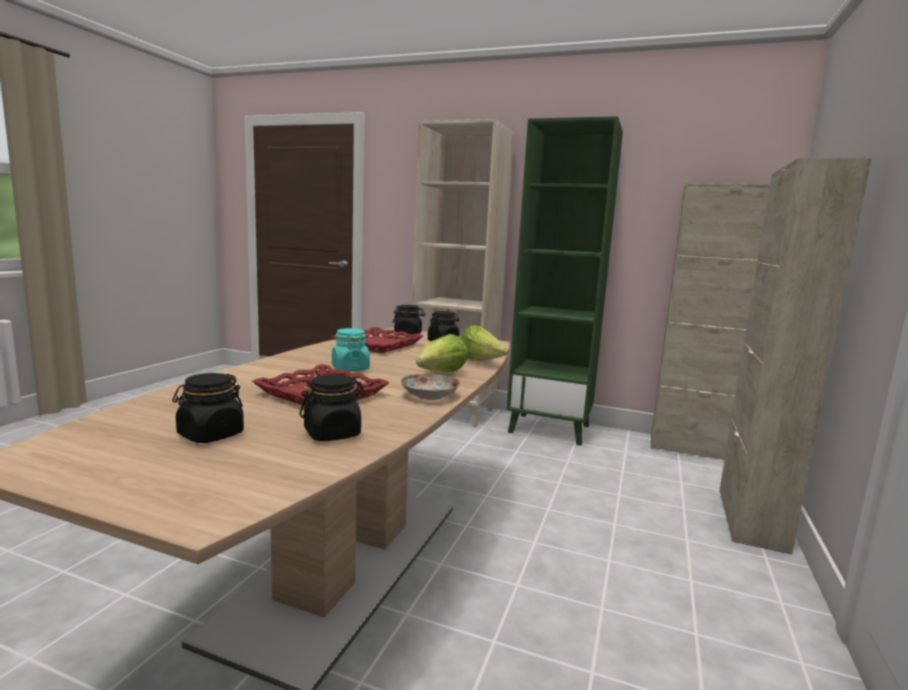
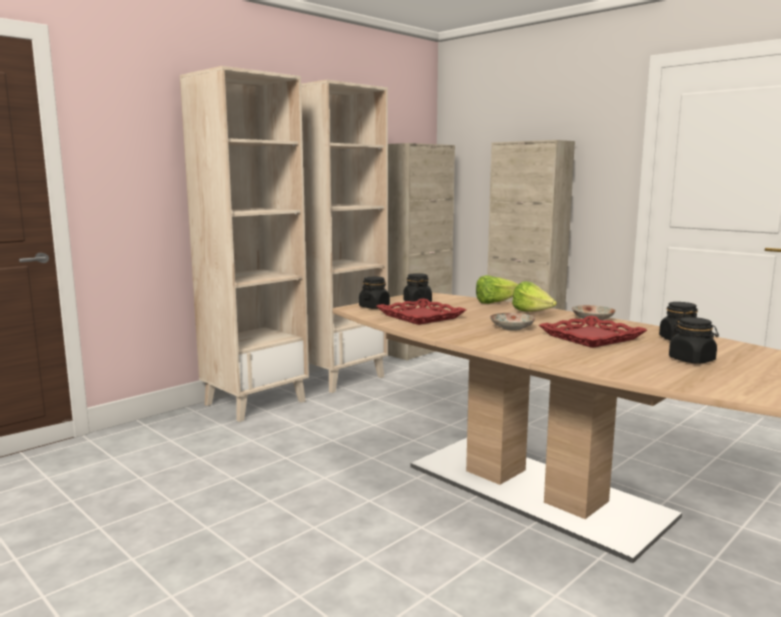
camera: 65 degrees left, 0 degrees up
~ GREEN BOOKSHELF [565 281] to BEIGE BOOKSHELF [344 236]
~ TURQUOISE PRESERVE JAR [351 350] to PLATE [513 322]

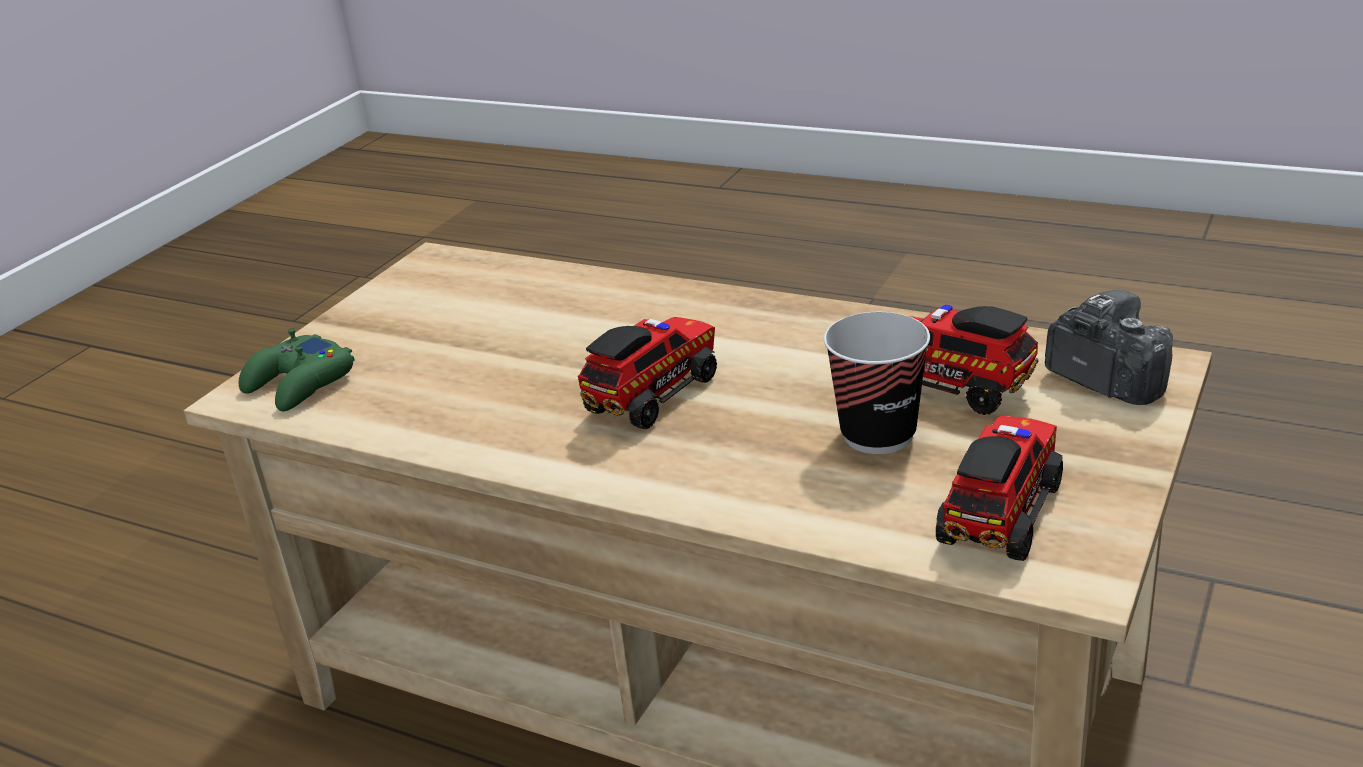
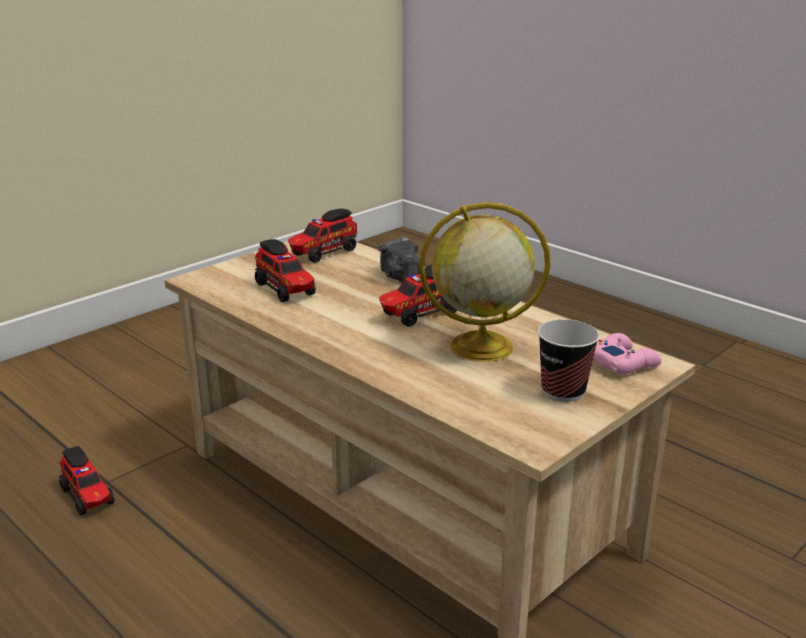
camera: 165 degrees left, 5 degrees down
+ TOY TRUCK [87 481]
~ PHOTO CAMERA [1109 347] to [399 260]
+ WORLD GLOBE [485 282]
~ CUP [877 383] to [569 360]
~ GREEN JOYPAD [296 370] to PINKISH JOYPAD [627 353]

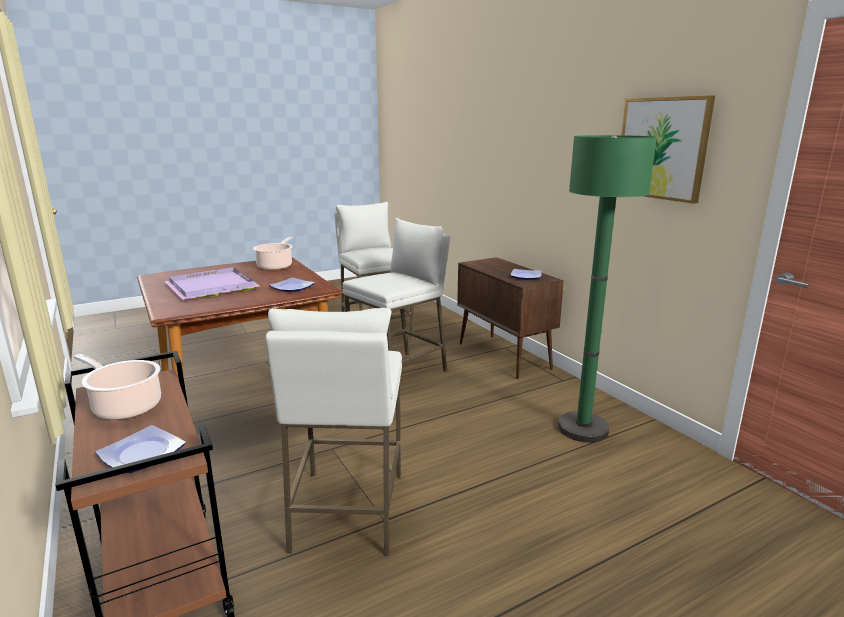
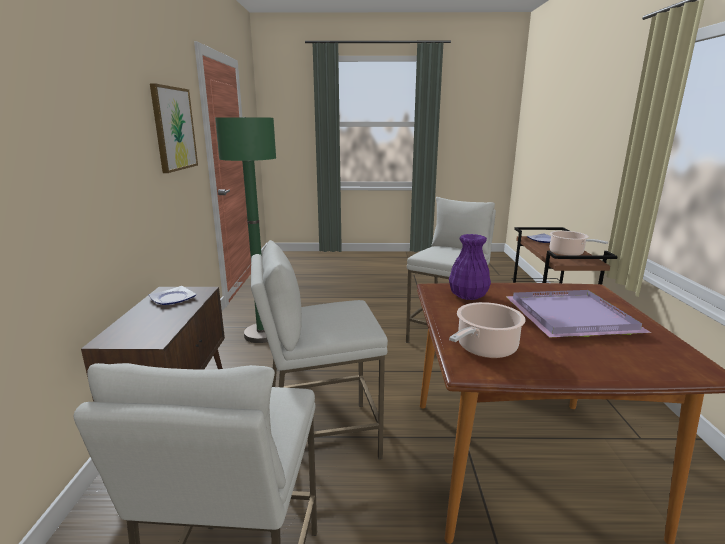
camera: 150 degrees left, 0 degrees up
~ PLATE [292 284] to PURPLE DECORATIVE VASE [470 267]

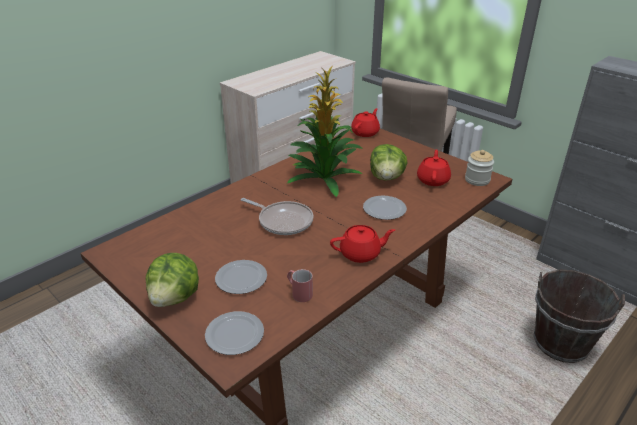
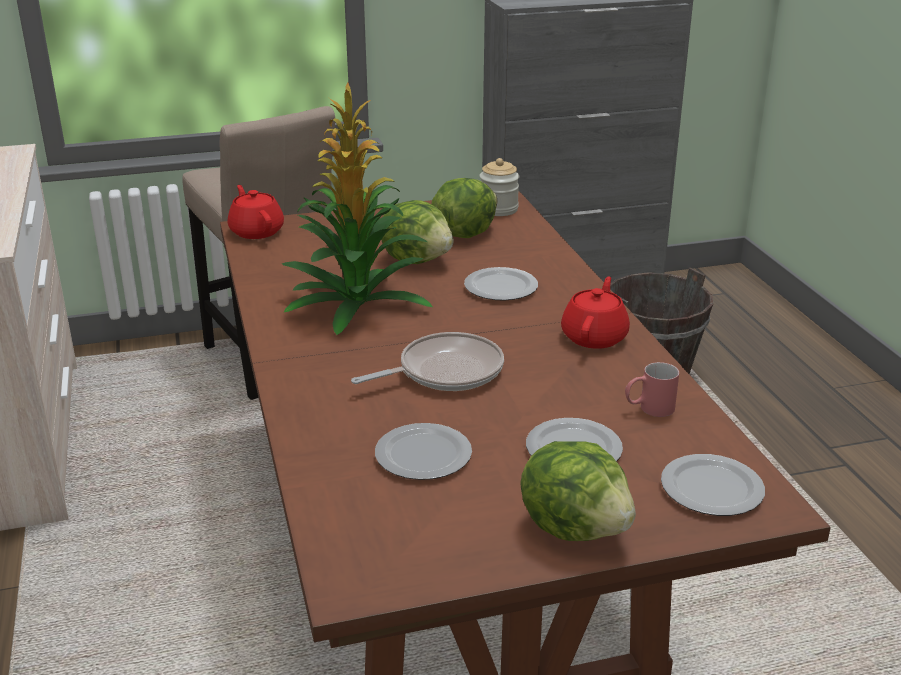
camera: 60 degrees left, 5 degrees down
+ PLATE [423 451]
~ RED TEA POT [434 167] to LETTUCE [464 208]

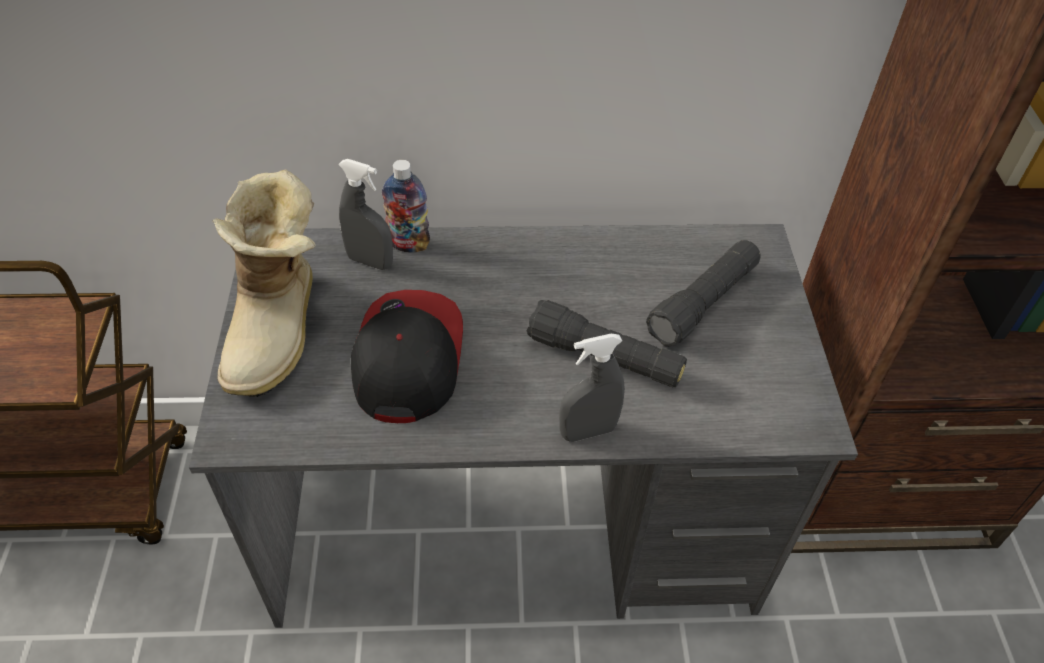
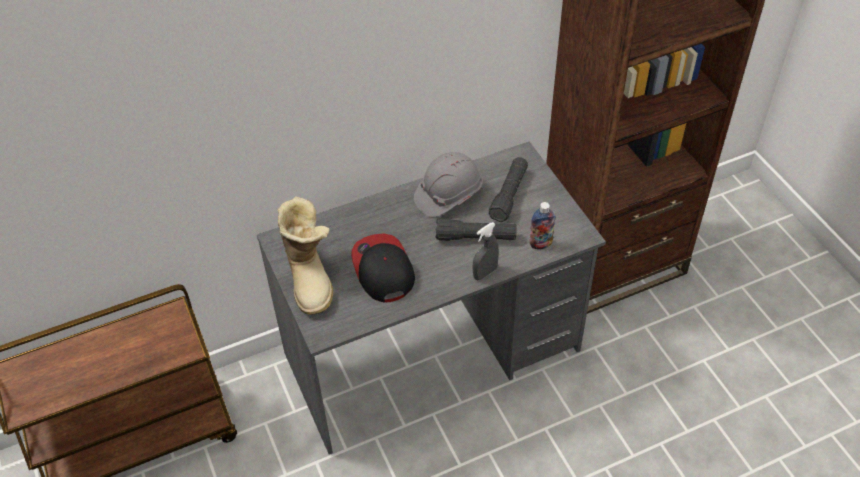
camera: 20 degrees left, 0 degrees up
+ GREY HARD HAT [448 184]
~ BEVERAGE BOTTLE [406 206] to [542 225]
- GREY SPRAYER [365 214]

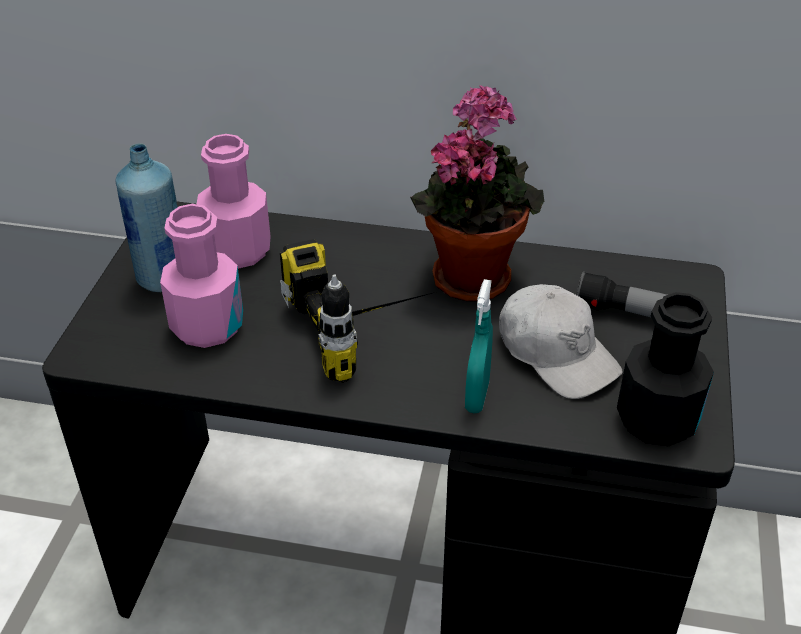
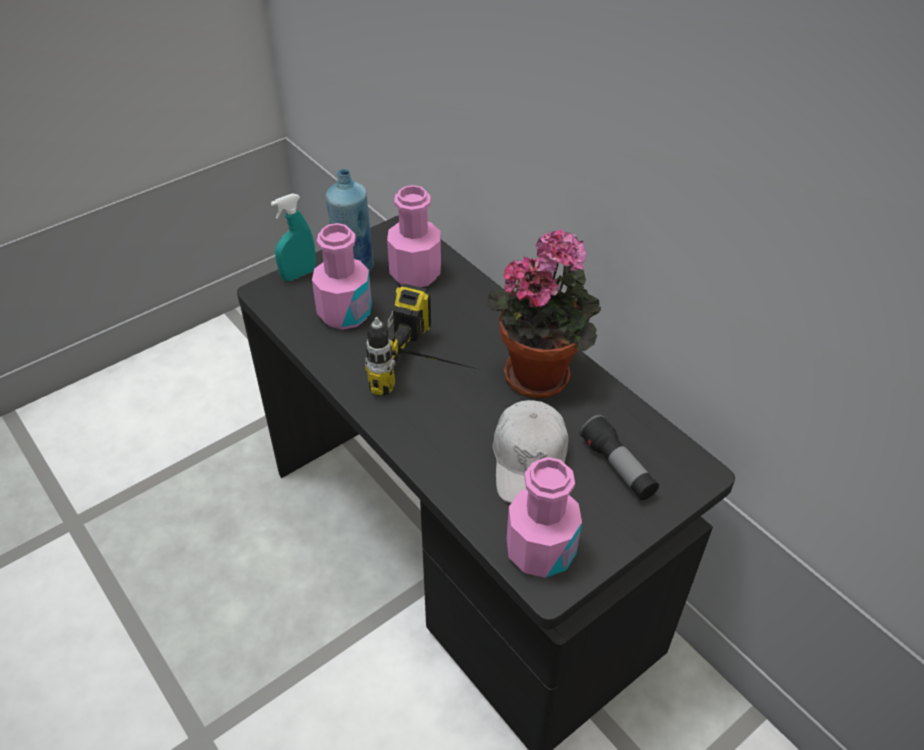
camera: 40 degrees right, 5 degrees up
~ TURQUOISE SPRAYER [479 346] to [293 237]
~ BLACK BEVERAGE BOTTLE [665 369] to PINKISH BEVERAGE BOTTLE [544 517]

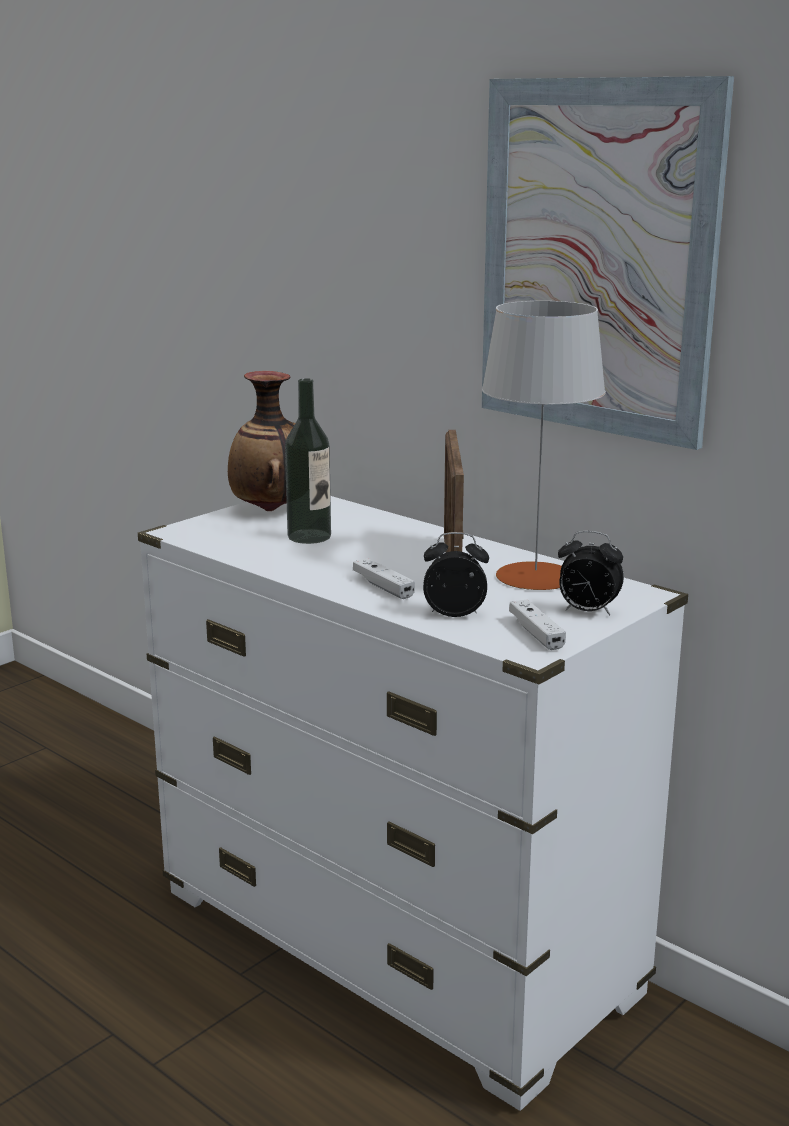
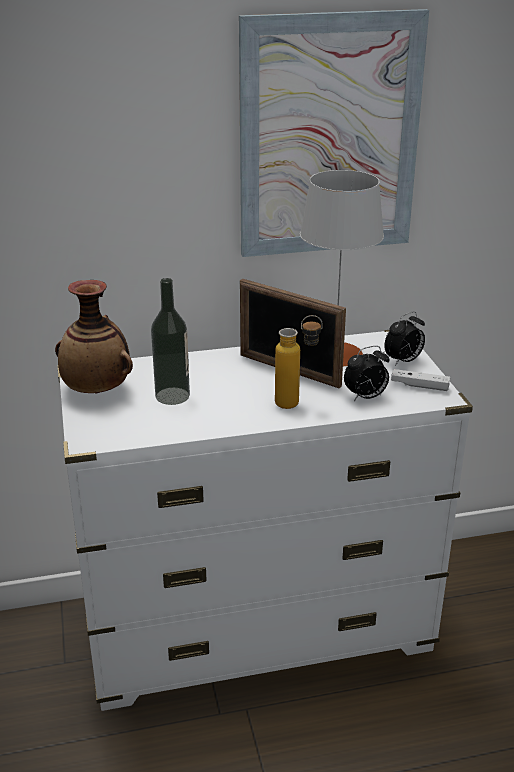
camera: 55 degrees left, 10 degrees up
~ WHITE-COLOURED JOYPAD [384 578] to BEVERAGE BOTTLE [299 362]
~ ALARM CLOCK [456 574] = [367 373] 150 degrees counterclockwise

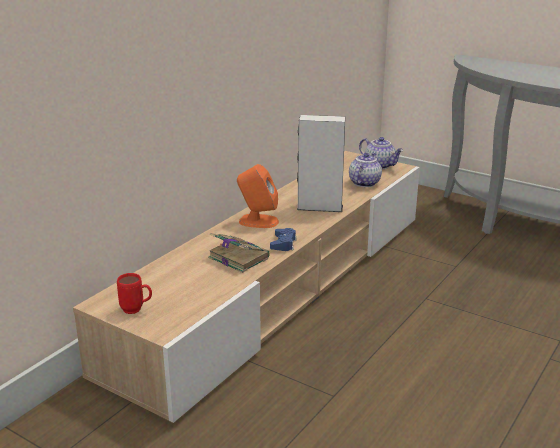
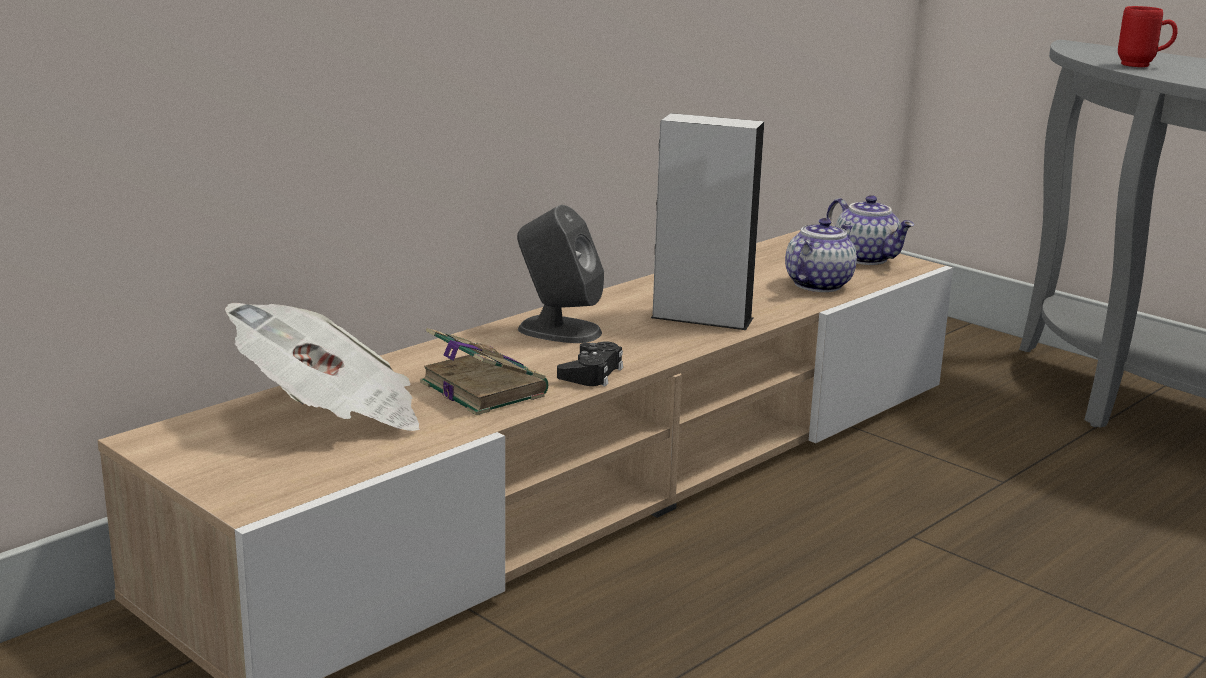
camera: 10 degrees right, 5 degrees down
+ DAILY PAPER [322 367]
~ ORANGE-COLOURED LOUDSPEAKER [258 196] to GREY LOUDSPEAKER [560 274]
~ BLUE JOYPAD [283 239] to BLACK JOYPAD [590 364]
~ RED MUG [134 293] to [1148 36]

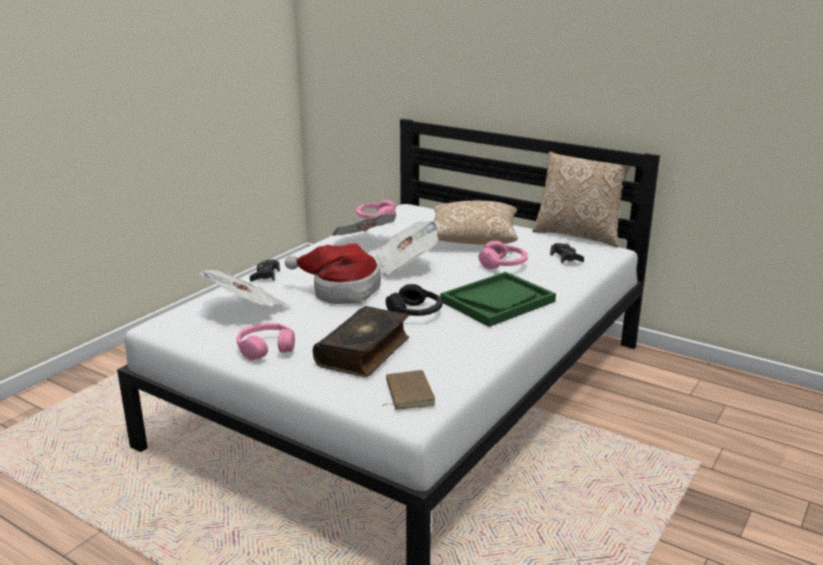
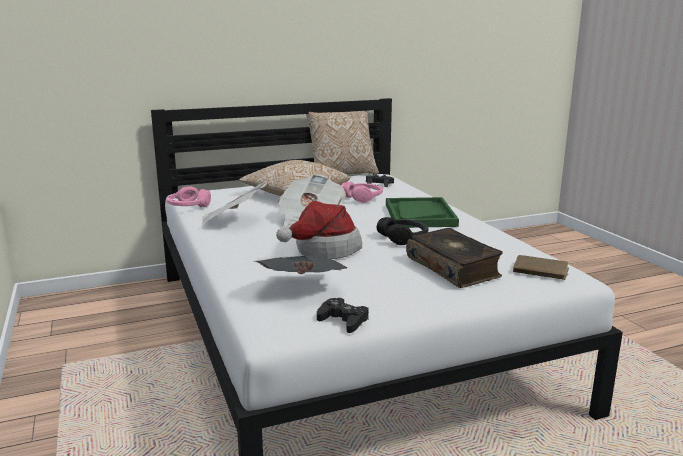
camera: 55 degrees left, 5 degrees down
~ BLACK JOYPAD [265 270] to [343 315]
- PINKISH PAIR OF HEADPHONES [266 342]

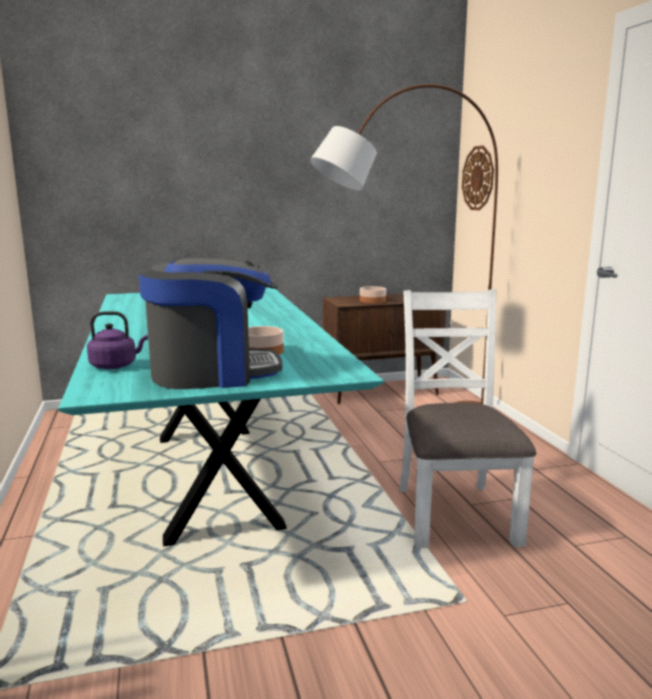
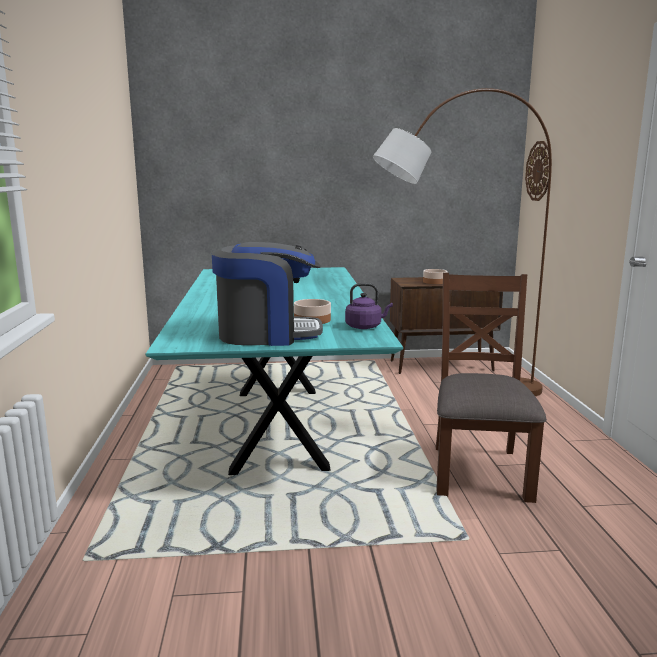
camera: 10 degrees right, 0 degrees up
~ PURPLE KETTLE [117 340] to [369 306]
~ WHITE-COLOURED PLAIN CHAIR [467 419] to BROWN PLAIN CHAIR [491 388]

